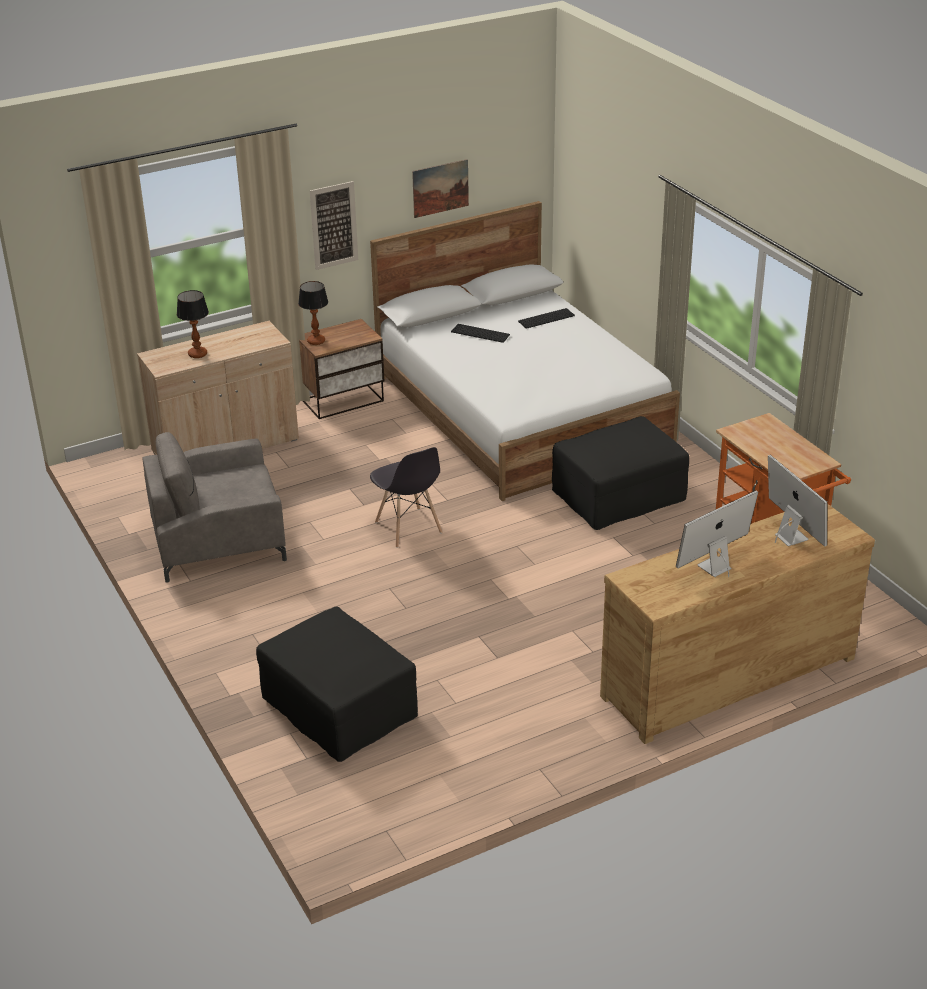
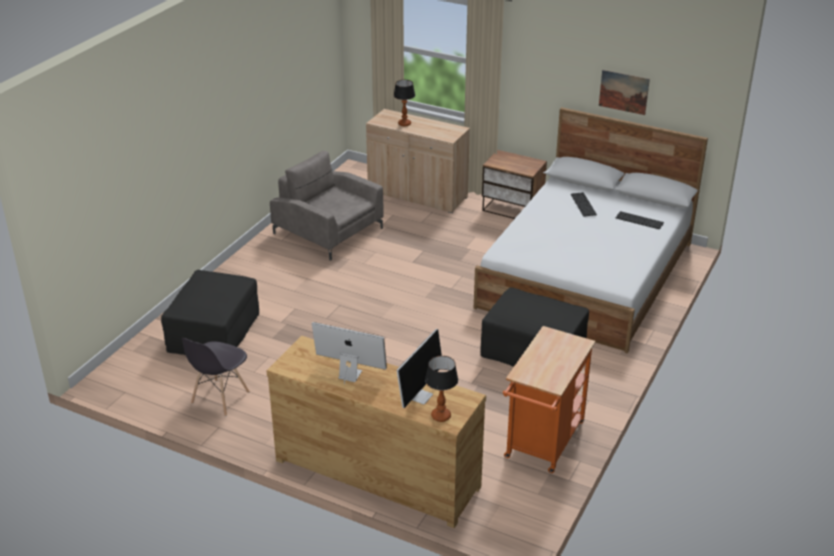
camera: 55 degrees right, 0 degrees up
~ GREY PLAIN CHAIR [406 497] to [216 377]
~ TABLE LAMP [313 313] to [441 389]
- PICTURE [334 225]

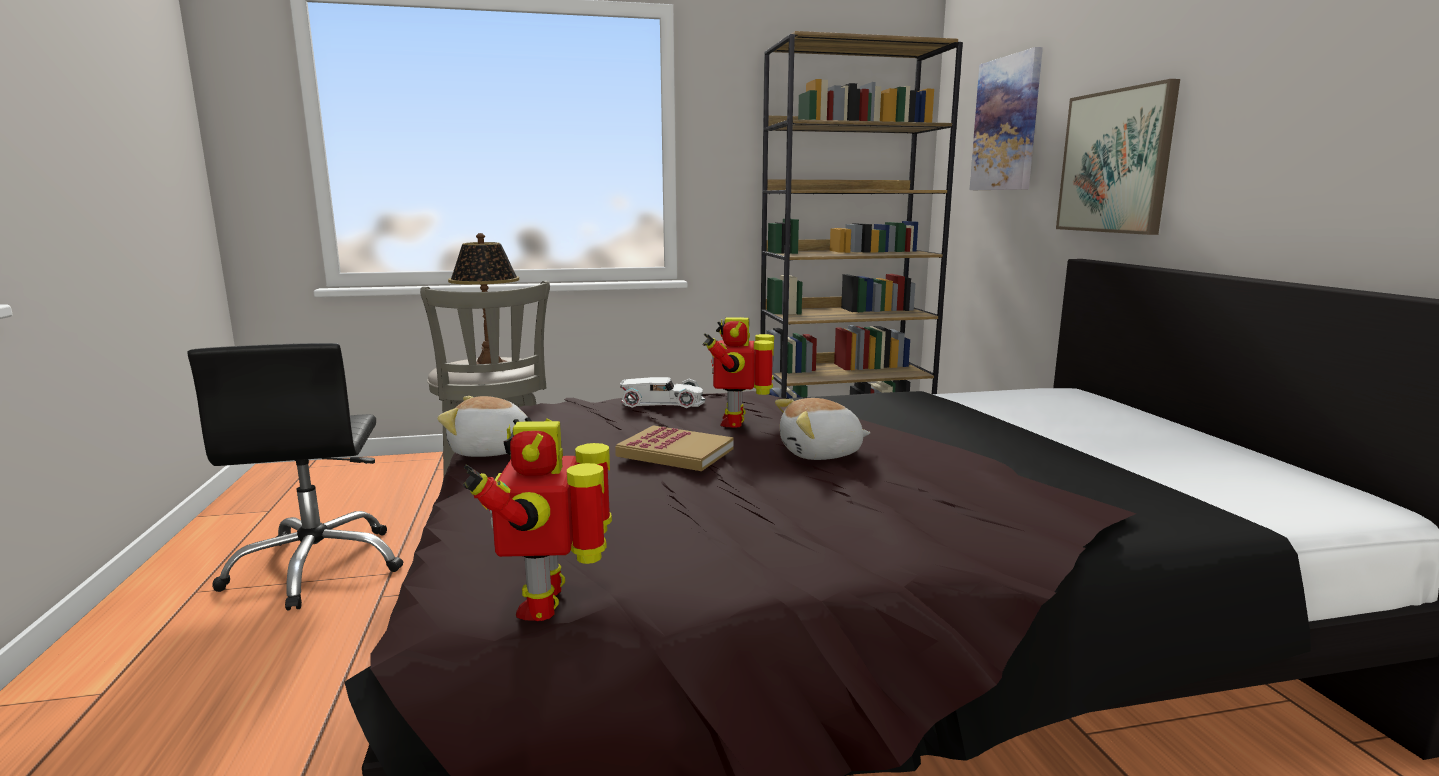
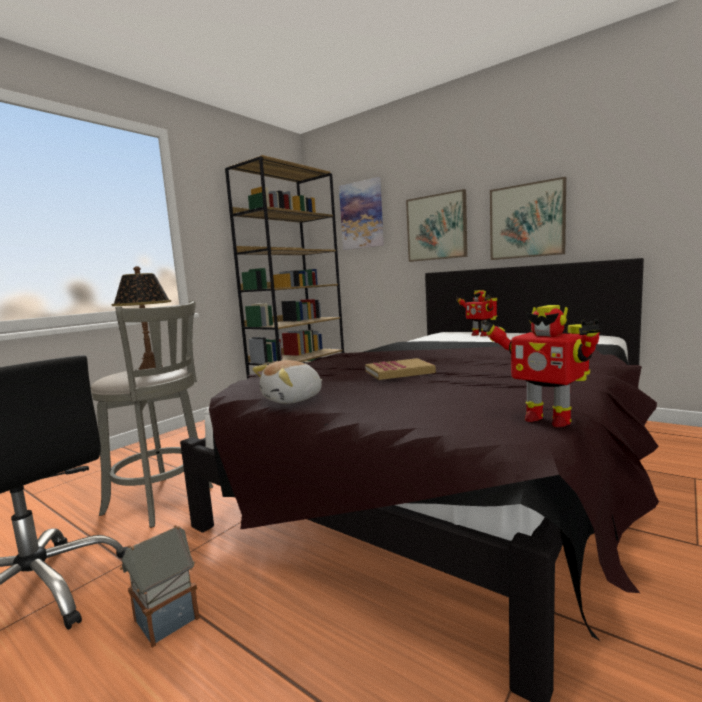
camera: 40 degrees left, 5 degrees down
+ MINIATURE HOUSE [160 586]
~ ROBOT FIGURE [738 372] to [476 313]
+ PICTURE [528 218]
- WHITE-COLOURED TOY CAR [662 392]
- CUDDLY TOY [822 429]

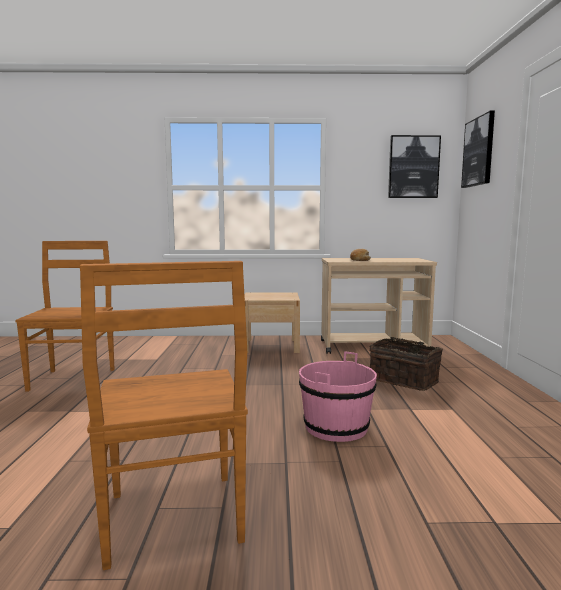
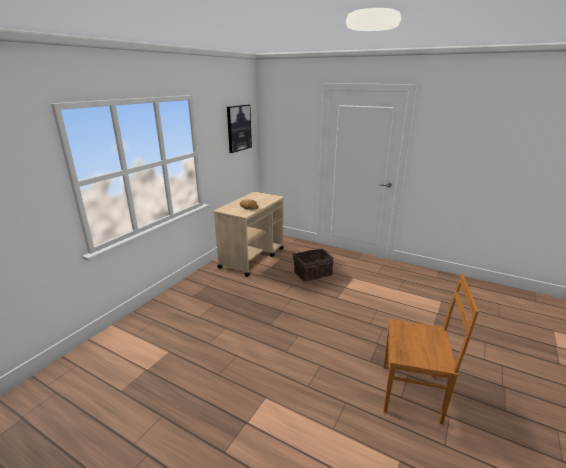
camera: 60 degrees left, 15 degrees up
- BROWN PLAIN CHAIR [65 316]
- BEIGE BEDSIDE TABLE [272 322]
- PINKISH BUCKET [338 396]
- PICTURE [478 149]

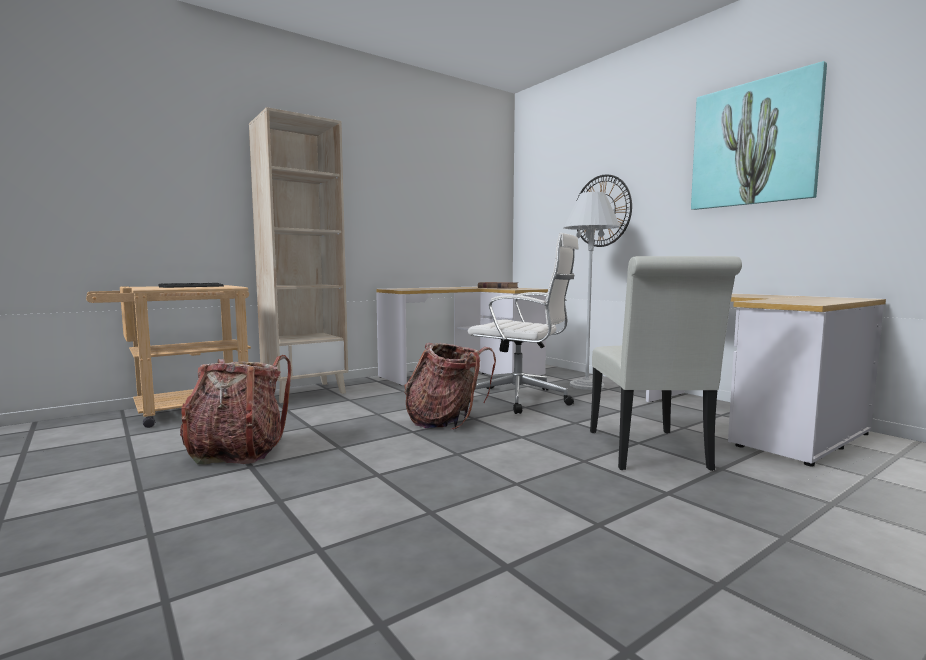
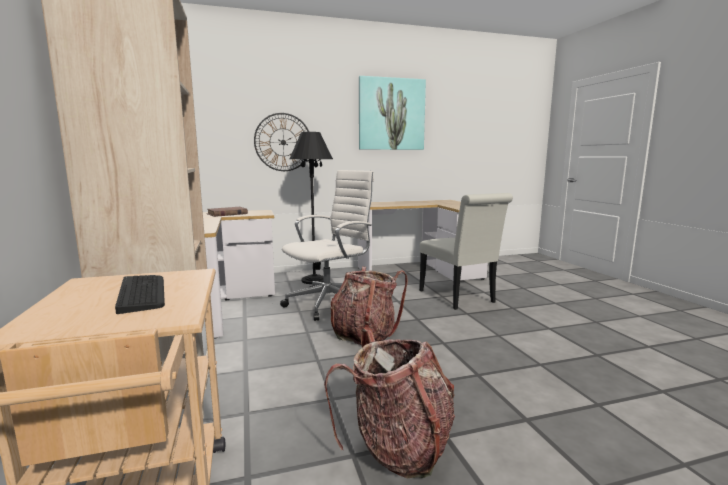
camera: 70 degrees left, 5 degrees up
~ WHITE-COLOURED FLOOR LAMP [592 291] to BLACK FLOOR LAMP [311 208]
~ WHITE-COLOURED PLAIN CHAIR [666 363] = [466 251] 45 degrees clockwise

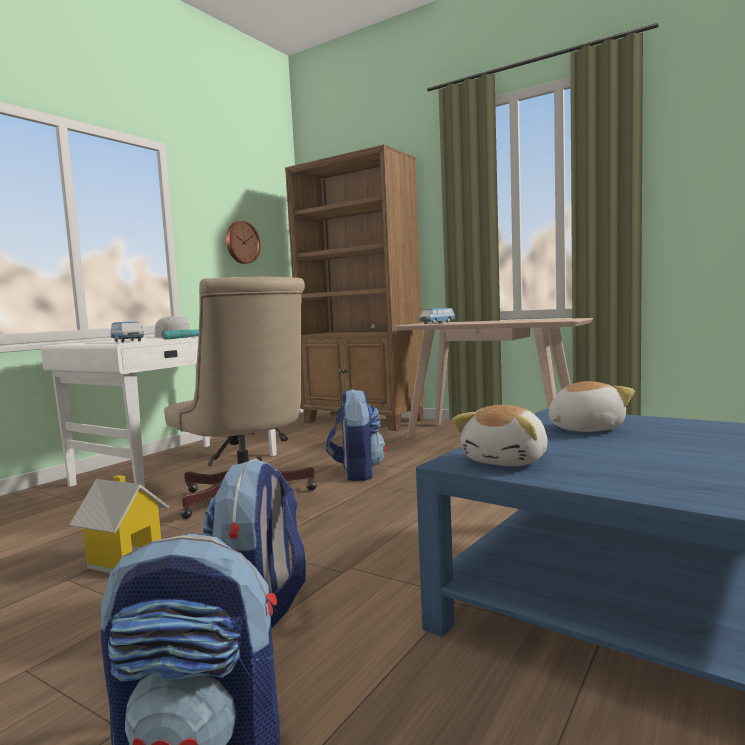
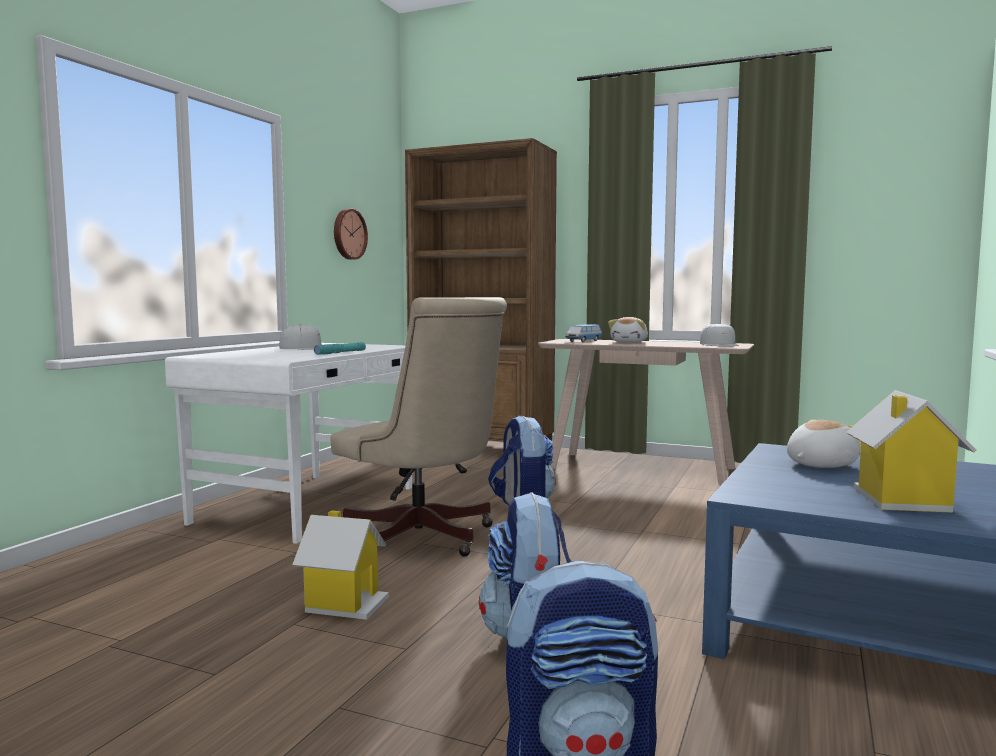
camera: 10 degrees left, 0 degrees up
~ CUDDLY TOY [500 435] to [628 330]
+ WHITE-COLOURED PEAKED CAP [719 334]
+ MINIATURE HOUSE [911 451]
- TOY CAR [127 332]

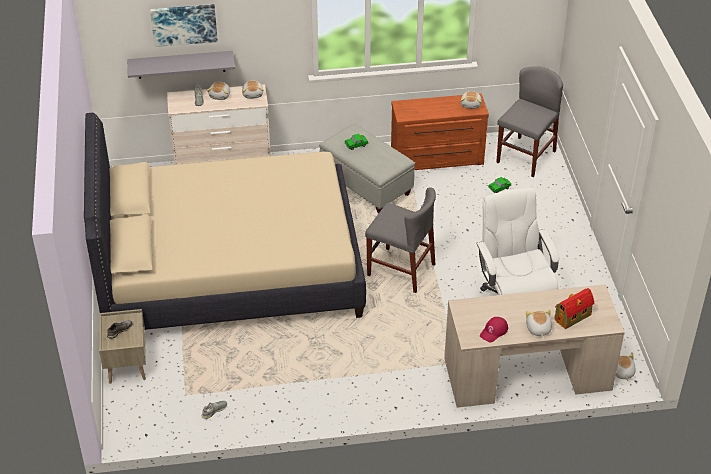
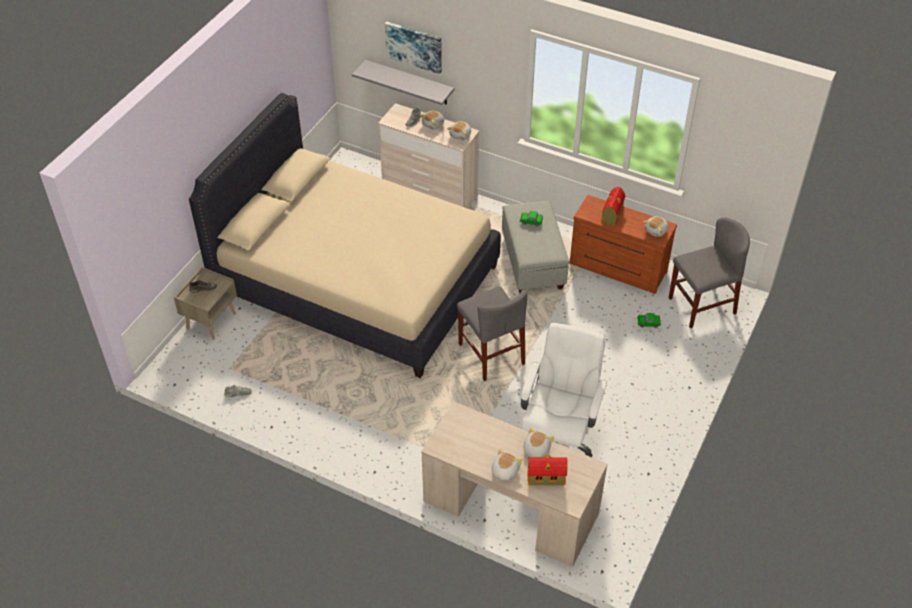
camera: 35 degrees right, 5 degrees up
~ CUDDLY TOY [626 367] to [539 442]
+ MINIATURE HOUSE [613 206]
- RED PEAKED CAP [494 330]

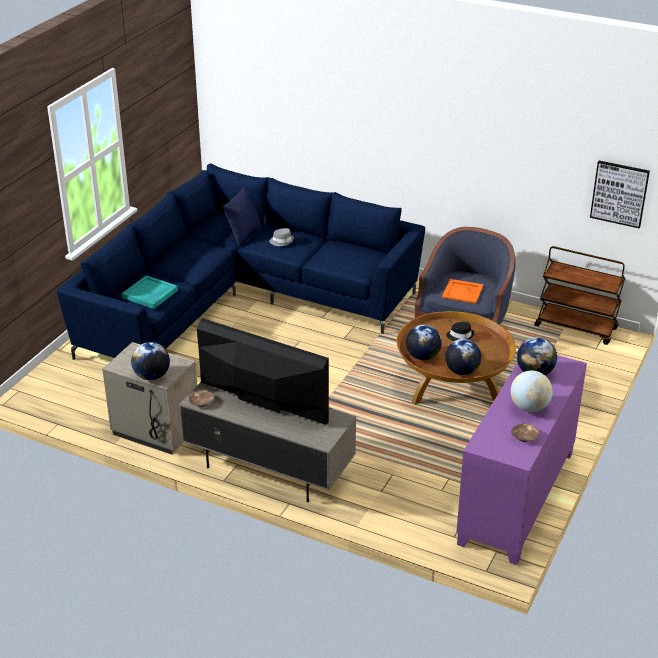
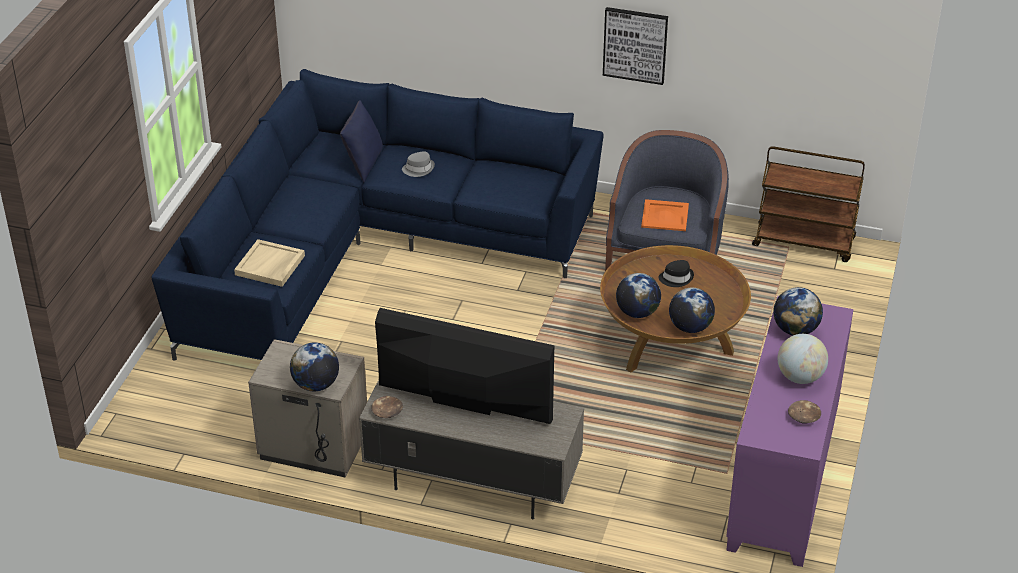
camera: 10 degrees left, 5 degrees up
~ TURQUOISE TRAY [150 292] to BEIGE TRAY [269 263]
~ PICTURE [620 194] to [635 46]

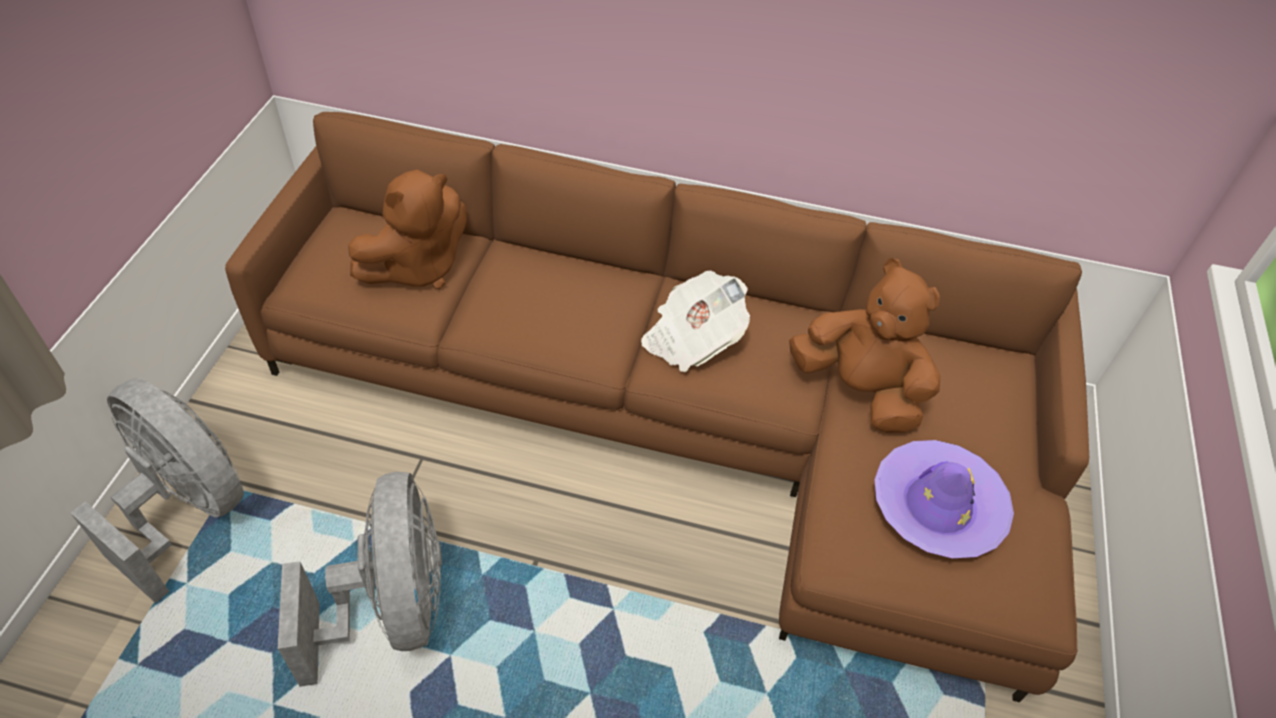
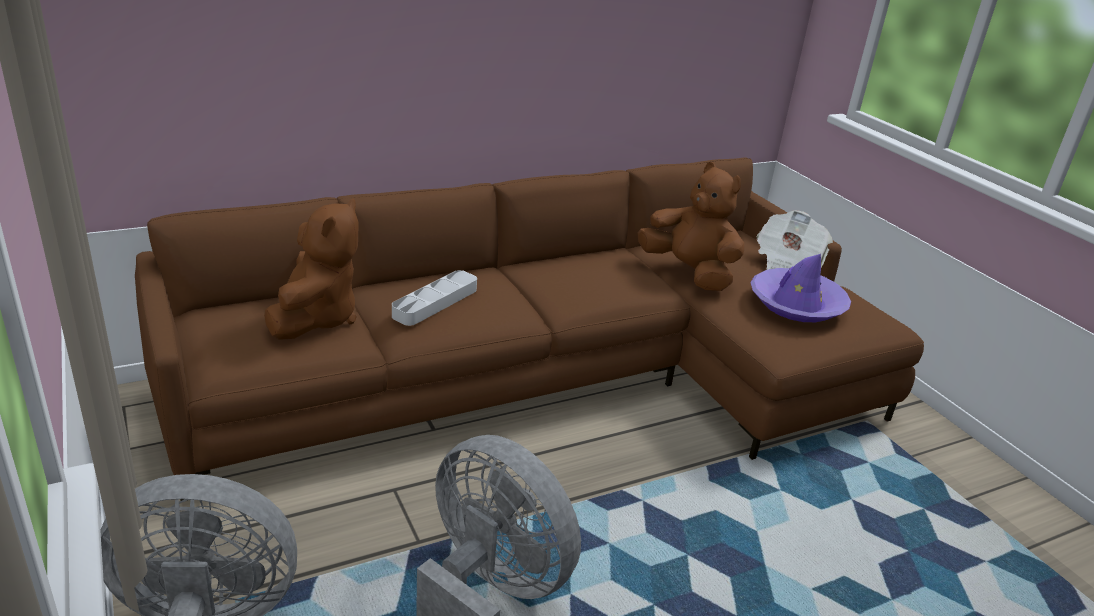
camera: 40 degrees left, 20 degrees down
+ GREY TRAY [434 298]
~ BROWN CUDDLY TOY [864 345] = [691 226] 45 degrees clockwise
~ DAILY PAPER [695 321] to [794 240]

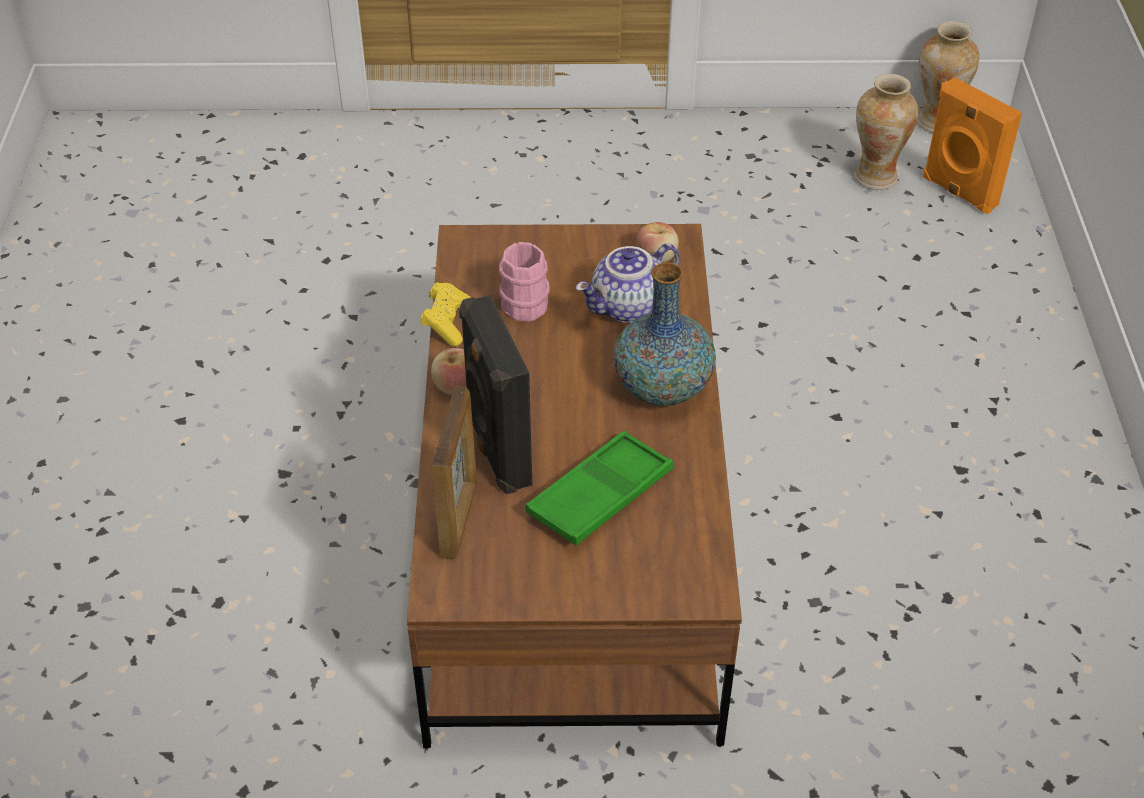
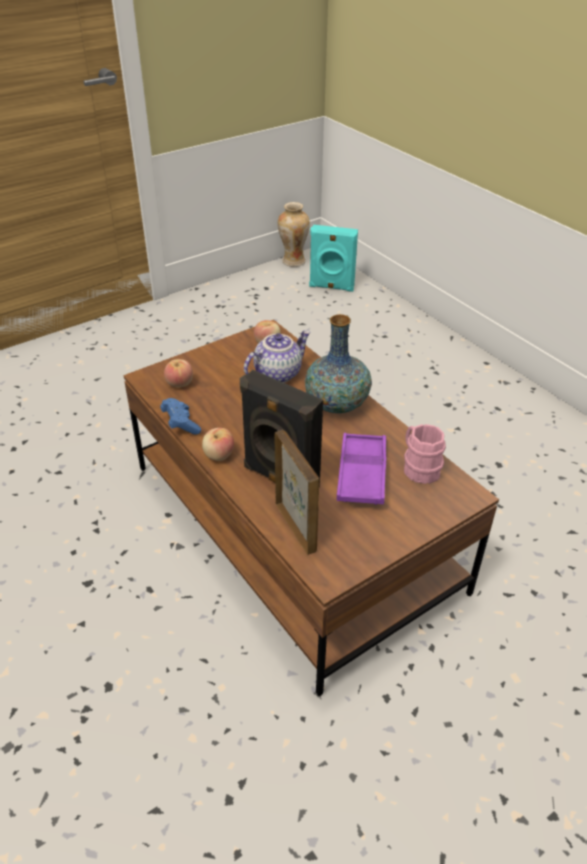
camera: 35 degrees left, 5 degrees down
~ YELLOWISH JOYPAD [445 314] to BLUE JOYPAD [180 416]
+ WHOLE APPLE [178 373]
~ TEA POT [628 283] = [277 357] 150 degrees counterclockwise
~ ORANGE-COLOURED LOUDSPEAKER [972 146] to TURQUOISE LOUDSPEAKER [333 258]
~ GREEN TRAY [599 488] to PURPLE TRAY [361 469]
~ PINKISH MUG [524 282] to [425 454]
- DECORATIVE VASE [886 132]

